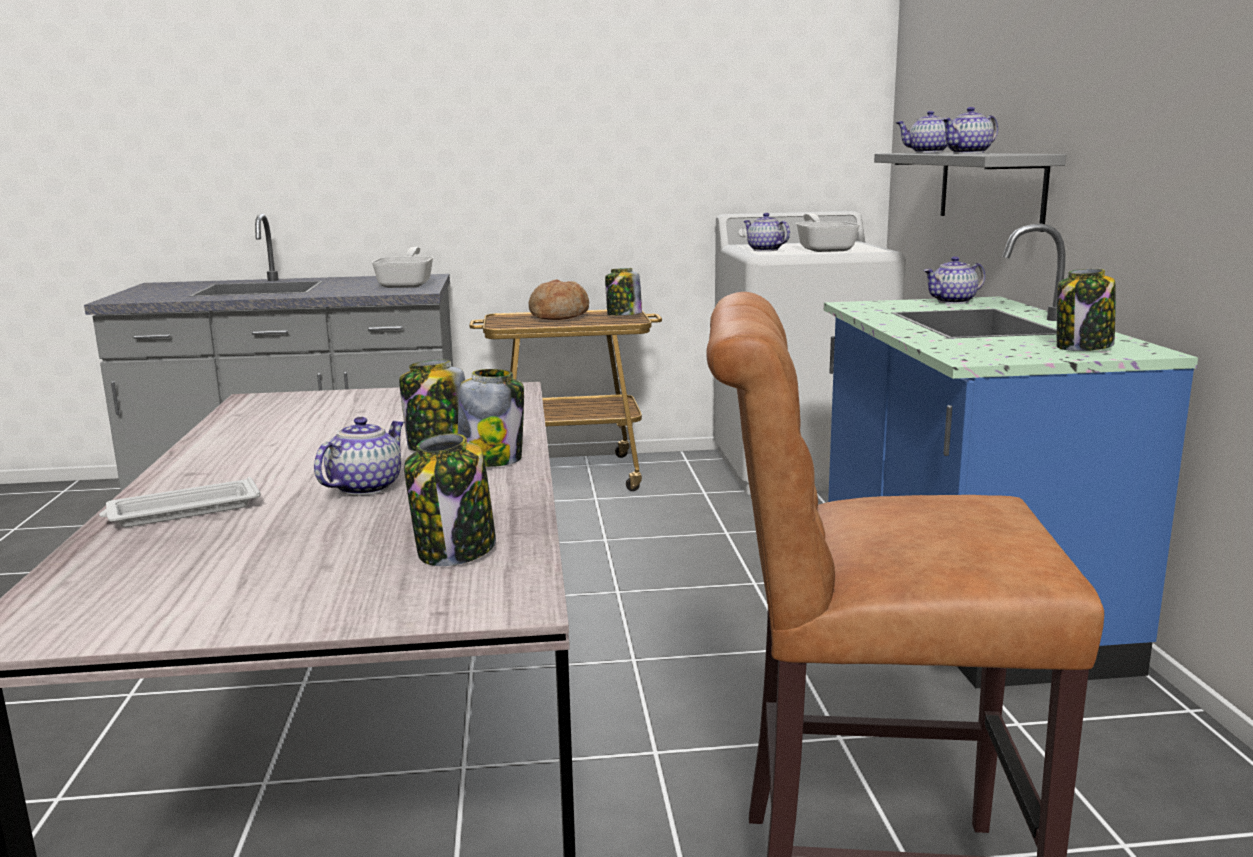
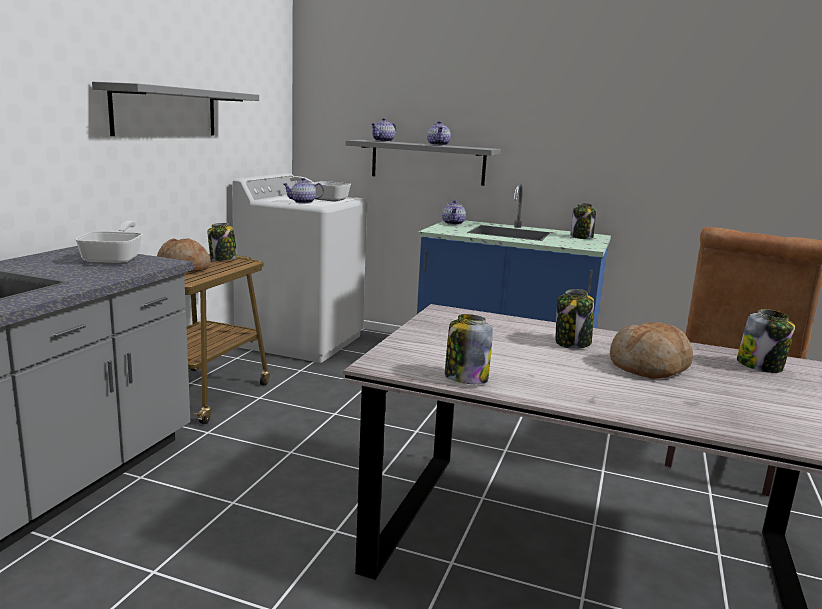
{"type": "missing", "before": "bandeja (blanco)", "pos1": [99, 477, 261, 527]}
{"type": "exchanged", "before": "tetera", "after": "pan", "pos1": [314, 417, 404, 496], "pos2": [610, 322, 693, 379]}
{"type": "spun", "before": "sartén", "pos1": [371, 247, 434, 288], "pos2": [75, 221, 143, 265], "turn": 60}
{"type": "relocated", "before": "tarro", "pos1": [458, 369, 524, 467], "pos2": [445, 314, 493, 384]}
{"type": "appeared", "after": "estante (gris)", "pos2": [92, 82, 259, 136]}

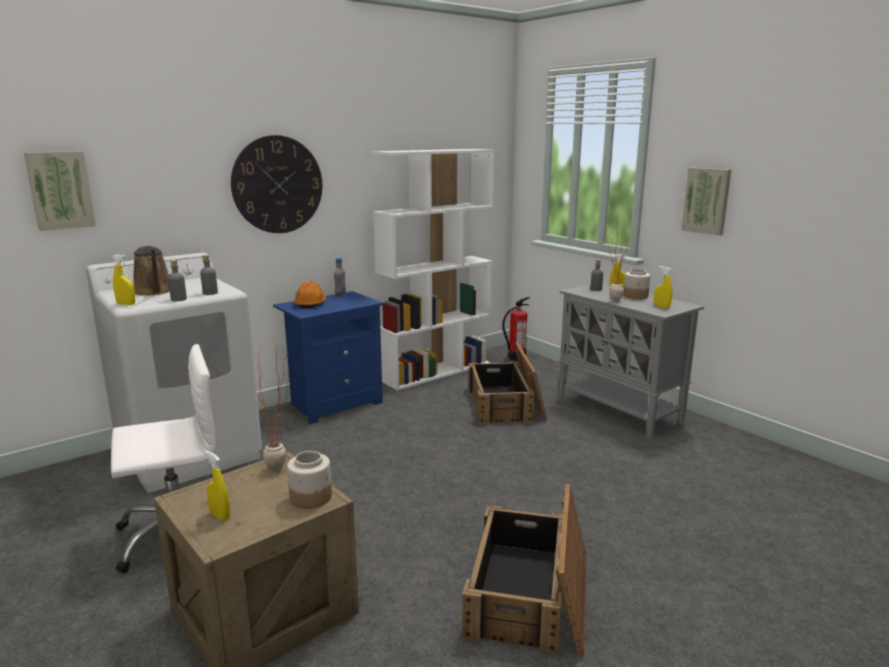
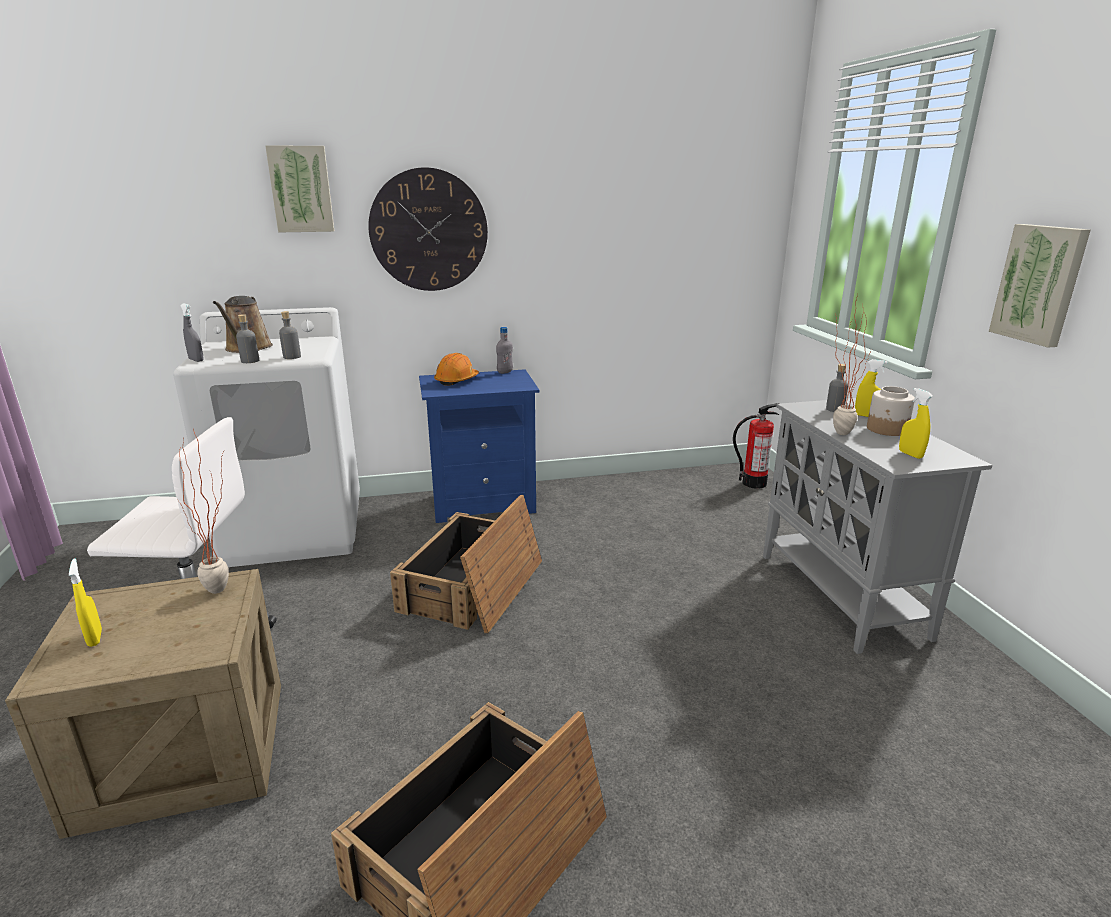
{"type": "relocated", "before": "cuadro", "pos1": [24, 151, 96, 231], "pos2": [265, 145, 334, 233]}
{"type": "colour", "before": "pulverizador (amarillo)", "after": "pulverizador (gris)", "pos1": [112, 255, 135, 305], "pos2": [181, 303, 204, 362]}
{"type": "missing", "before": "tarro", "pos1": [287, 451, 332, 509]}
{"type": "missing", "before": "estantería (blanco)", "pos1": [371, 149, 495, 391]}
{"type": "relocated", "before": "caja de embalaje", "pos1": [468, 342, 547, 424], "pos2": [390, 495, 542, 633]}

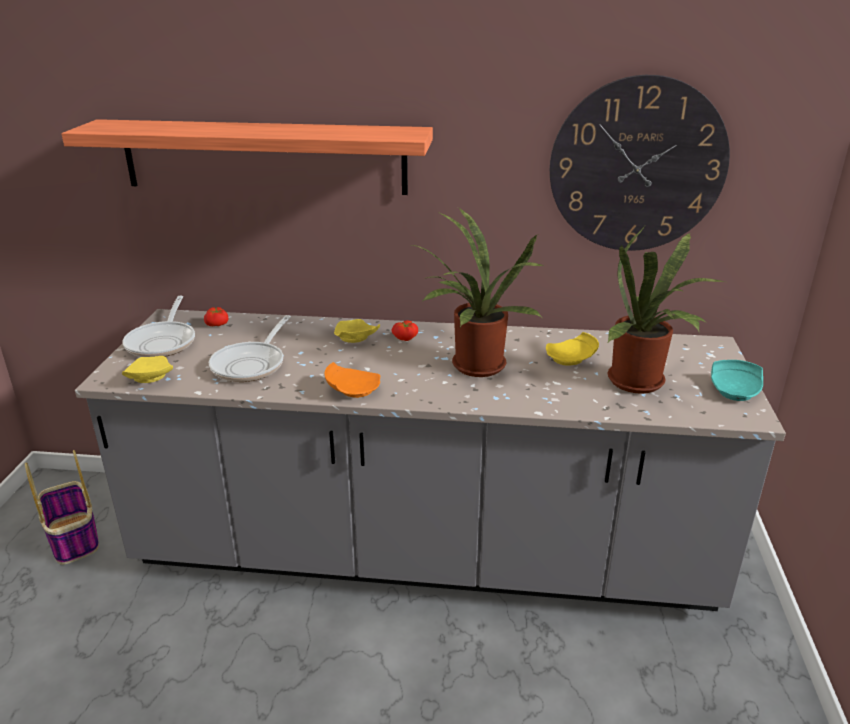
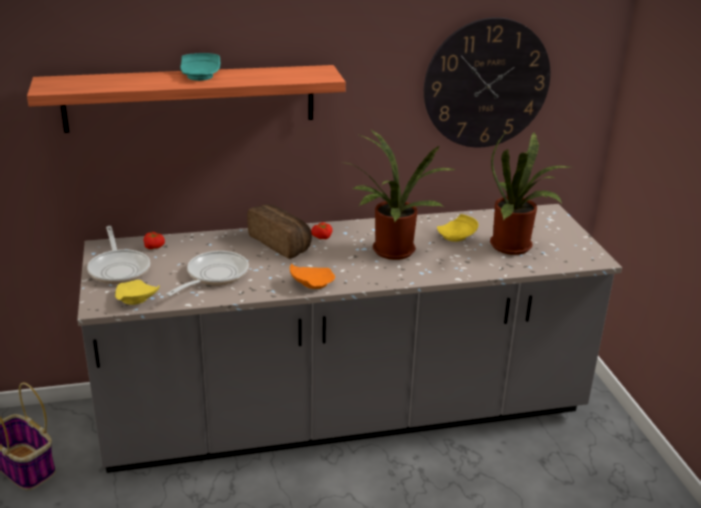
{"type": "spun", "before": "sartén", "pos1": [209, 315, 291, 382], "pos2": [166, 251, 249, 296], "turn": -150}
{"type": "exchanged", "before": "plato (amarillo)", "after": "pan", "pos1": [334, 319, 380, 343], "pos2": [247, 204, 312, 259]}
{"type": "relocated", "before": "plato (turquesa)", "pos1": [711, 360, 763, 401], "pos2": [180, 53, 220, 81]}

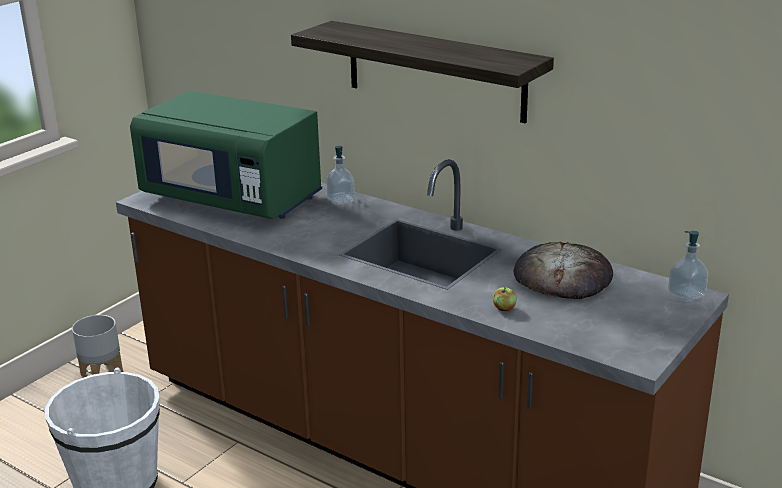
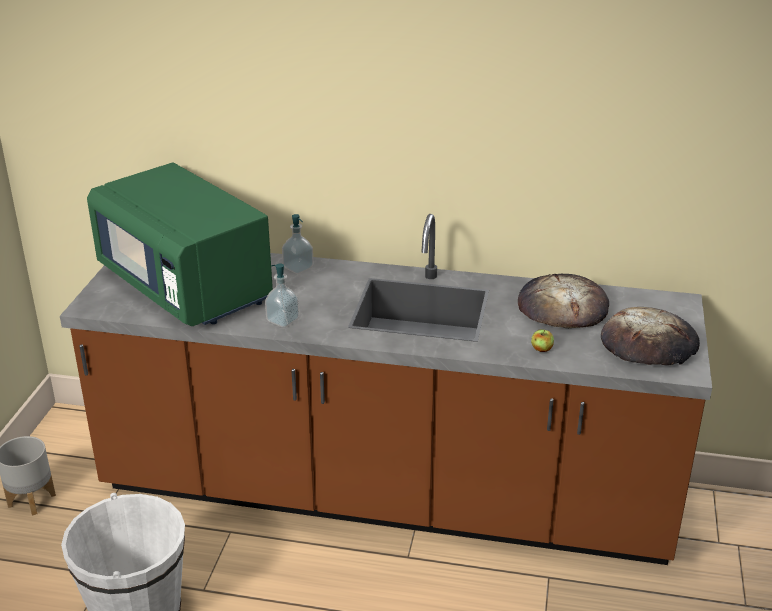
{"type": "spun", "before": "microondas (verde)", "pos1": [130, 91, 322, 219], "pos2": [87, 163, 273, 326], "turn": 45}
{"type": "missing", "before": "estante", "pos1": [291, 21, 554, 124]}
{"type": "relocated", "before": "dispensador de jabón", "pos1": [668, 231, 709, 302], "pos2": [265, 264, 300, 328]}
{"type": "appeared", "after": "pan", "pos2": [601, 307, 700, 365]}

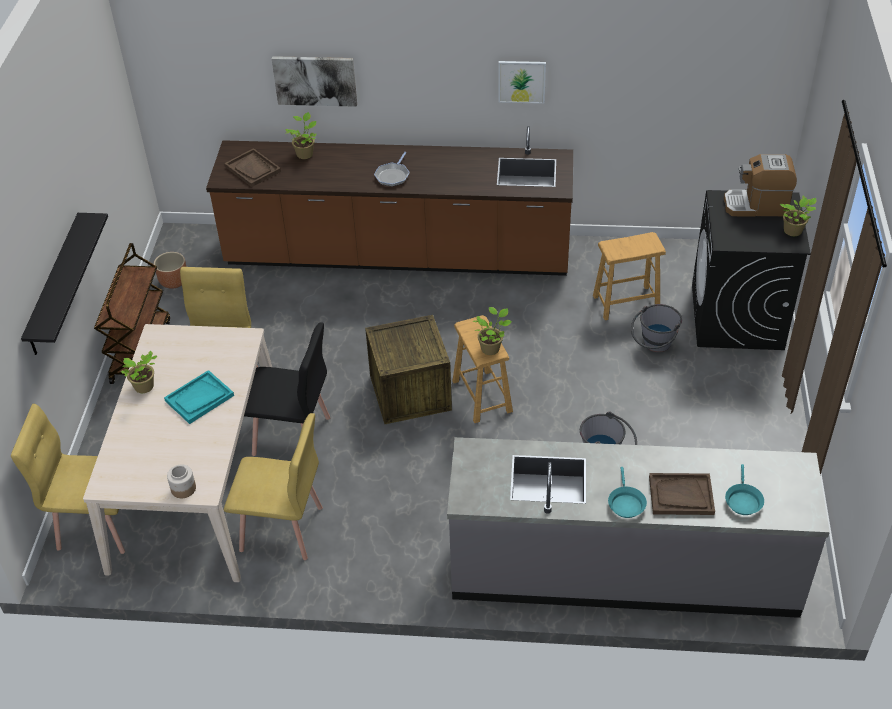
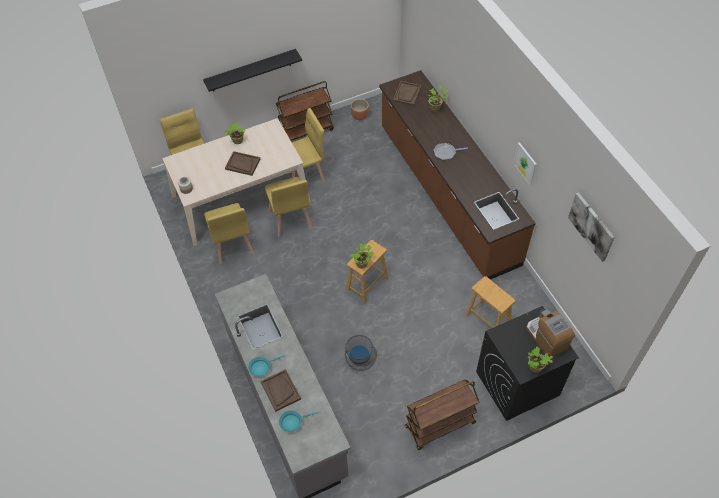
{"type": "colour", "before": "bandeja (turquesa)", "after": "bandeja (marrón)", "pos1": [164, 370, 234, 424], "pos2": [225, 151, 260, 176]}
{"type": "colour", "before": "silla (negro)", "after": "silla (amarillo)", "pos1": [244, 322, 330, 456], "pos2": [264, 177, 312, 236]}
{"type": "relocated", "before": "cuadro", "pos1": [272, 56, 357, 107], "pos2": [568, 192, 615, 262]}
{"type": "missing", "before": "caja de embalaje", "pos1": [365, 315, 452, 424]}
{"type": "missing", "before": "cubo (gris)", "pos1": [631, 304, 682, 352]}
{"type": "appeared", "after": "carrito (marrón)", "pos2": [405, 379, 479, 450]}

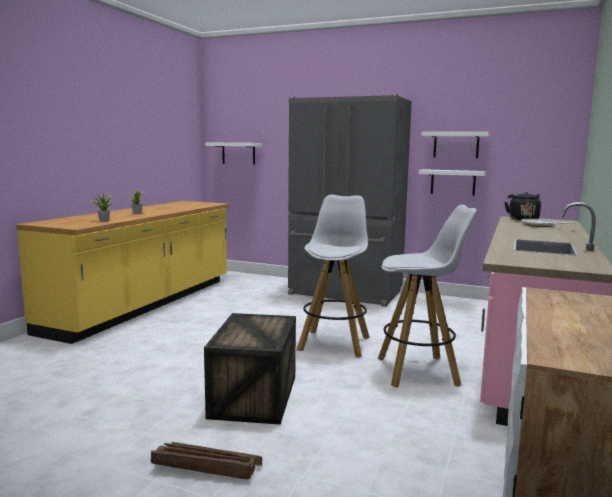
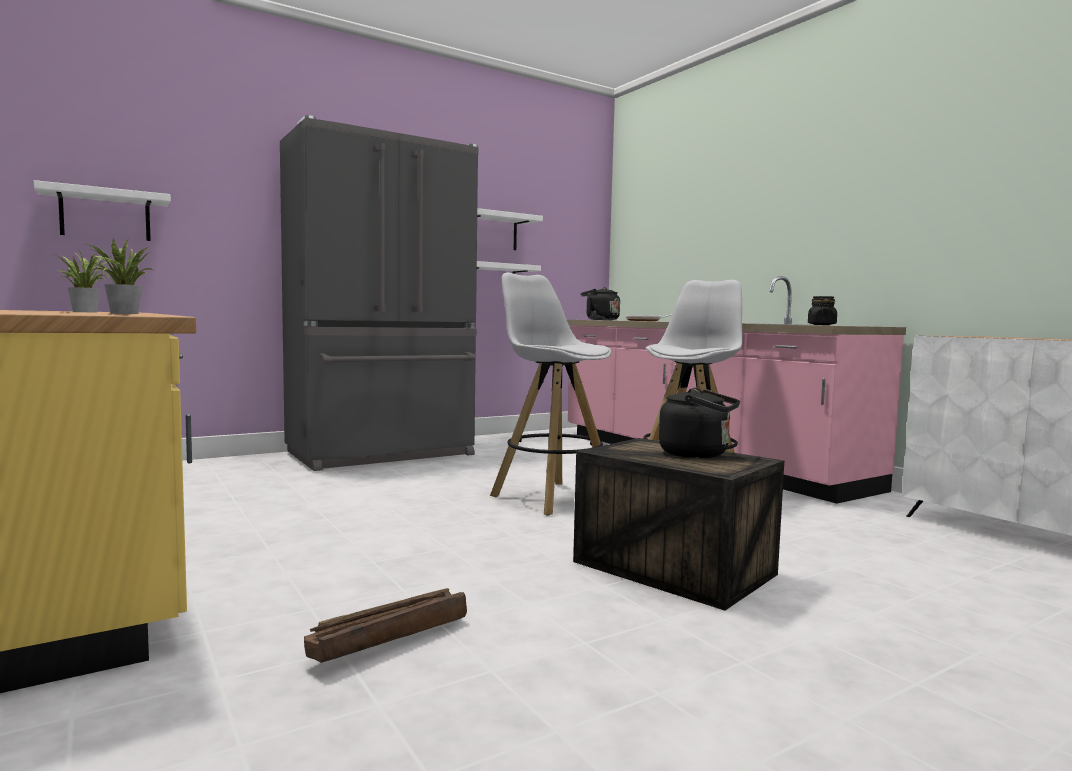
{"type": "relocated", "before": "caja de embalaje", "pos1": [151, 442, 262, 480], "pos2": [304, 588, 467, 663]}
{"type": "appeared", "after": "hervidor (negro)", "pos2": [659, 388, 740, 458]}
{"type": "appeared", "after": "tarro (negro)", "pos2": [808, 296, 837, 325]}

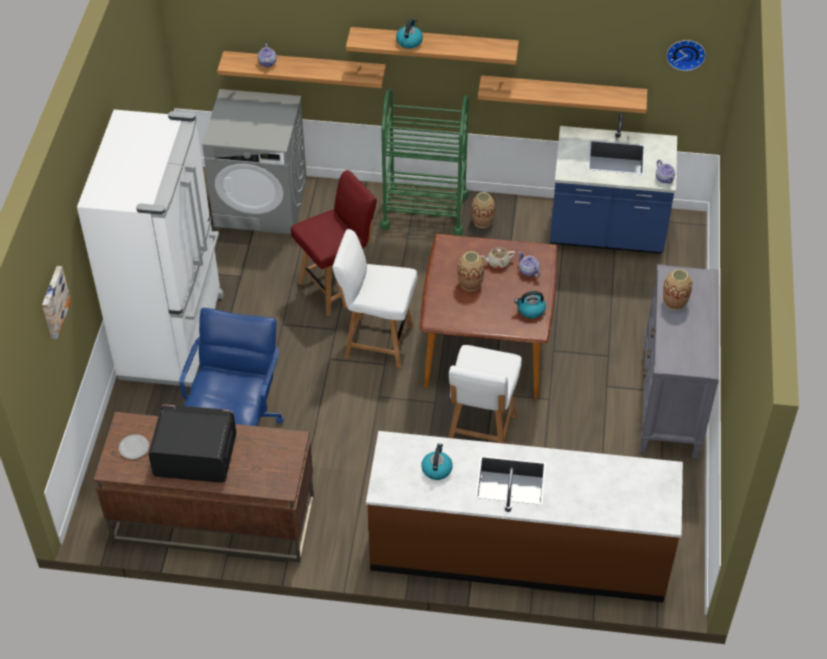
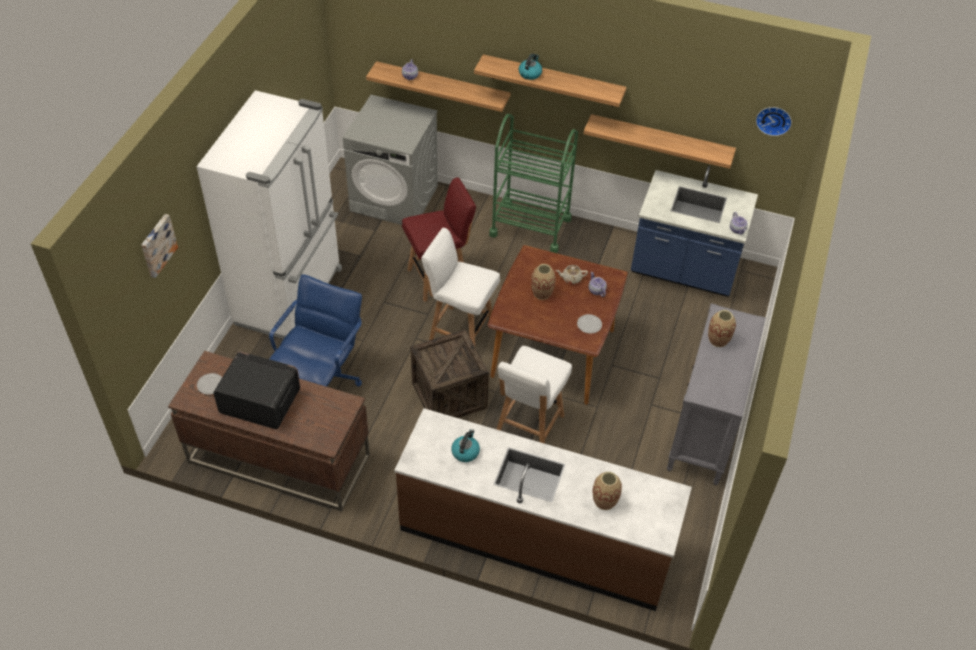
{"type": "relocated", "before": "florero", "pos1": [471, 192, 495, 228], "pos2": [592, 472, 622, 510]}
{"type": "exchanged", "before": "hervidor", "after": "plato", "pos1": [514, 291, 546, 318], "pos2": [577, 314, 602, 334]}
{"type": "appeared", "after": "caja de embalaje", "pos2": [410, 329, 489, 418]}

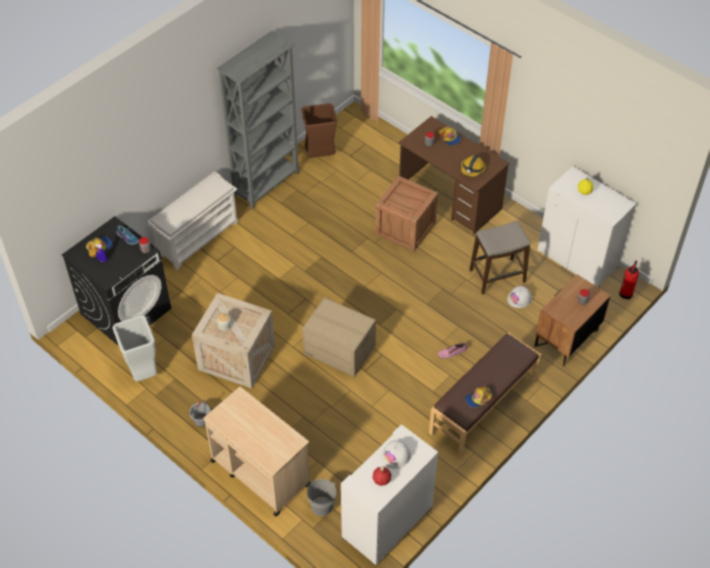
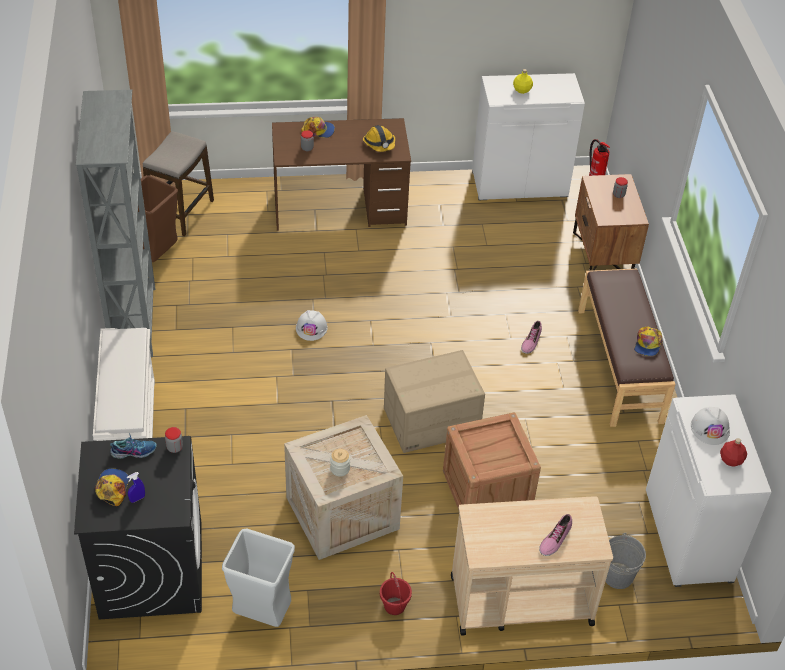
{"type": "colour", "before": "cubo (gris)", "after": "cubo (rojo)", "pos1": [189, 400, 211, 427], "pos2": [380, 572, 412, 615]}
{"type": "relocated", "before": "caja de embalaje", "pos1": [375, 176, 438, 251], "pos2": [443, 412, 541, 508]}
{"type": "relocated", "before": "taburete", "pos1": [469, 221, 530, 294], "pos2": [143, 131, 214, 236]}
{"type": "relocated", "before": "casco (blanco)", "pos1": [507, 286, 532, 308], "pos2": [296, 310, 328, 341]}
{"type": "appeared", "after": "zapato", "pos2": [539, 514, 572, 556]}

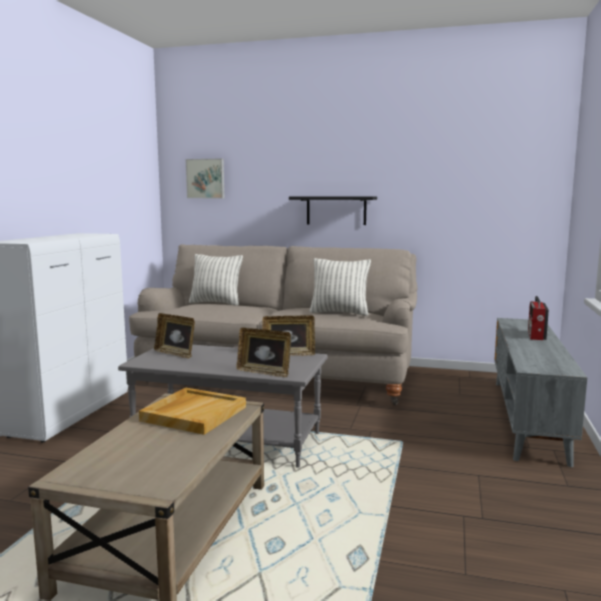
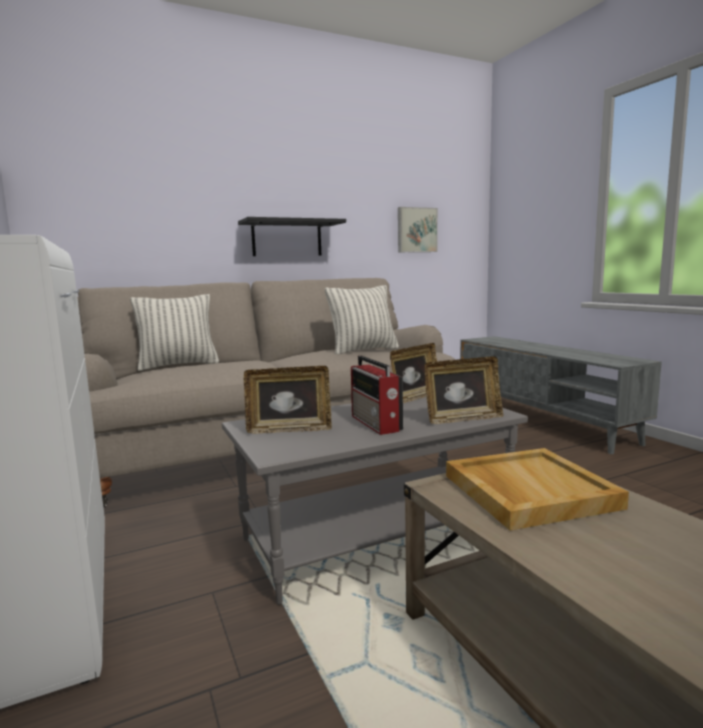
{"type": "relocated", "before": "cuadro", "pos1": [186, 158, 224, 198], "pos2": [398, 207, 438, 252]}
{"type": "relocated", "before": "radio", "pos1": [528, 296, 549, 340], "pos2": [351, 356, 403, 435]}

